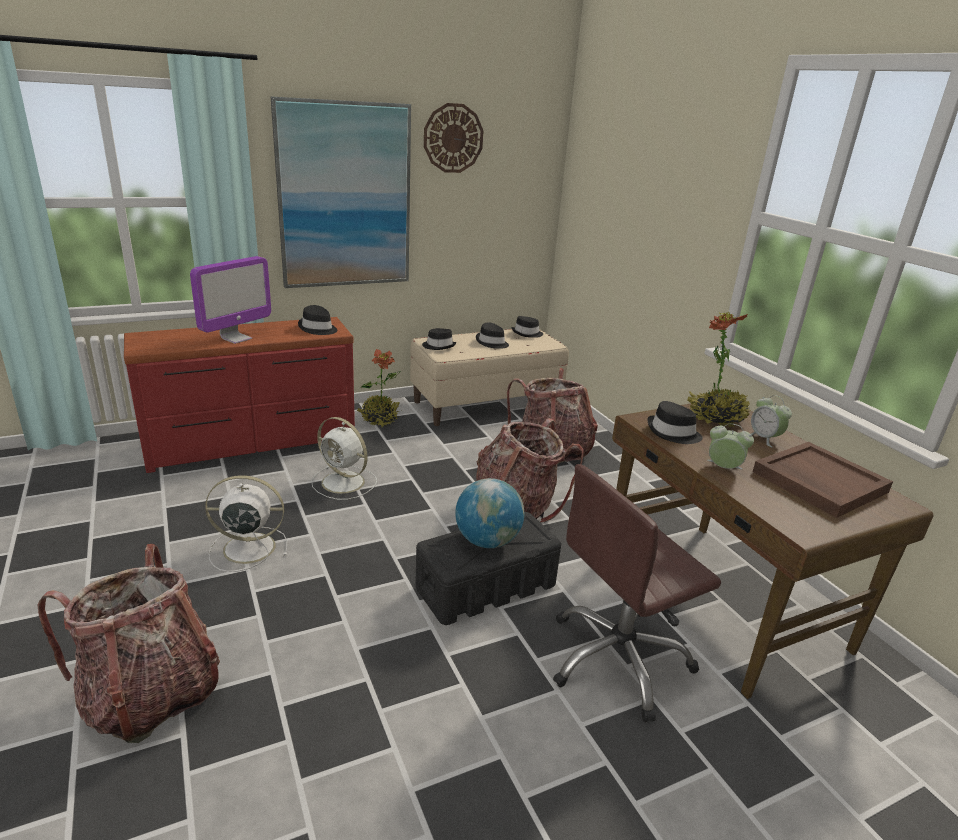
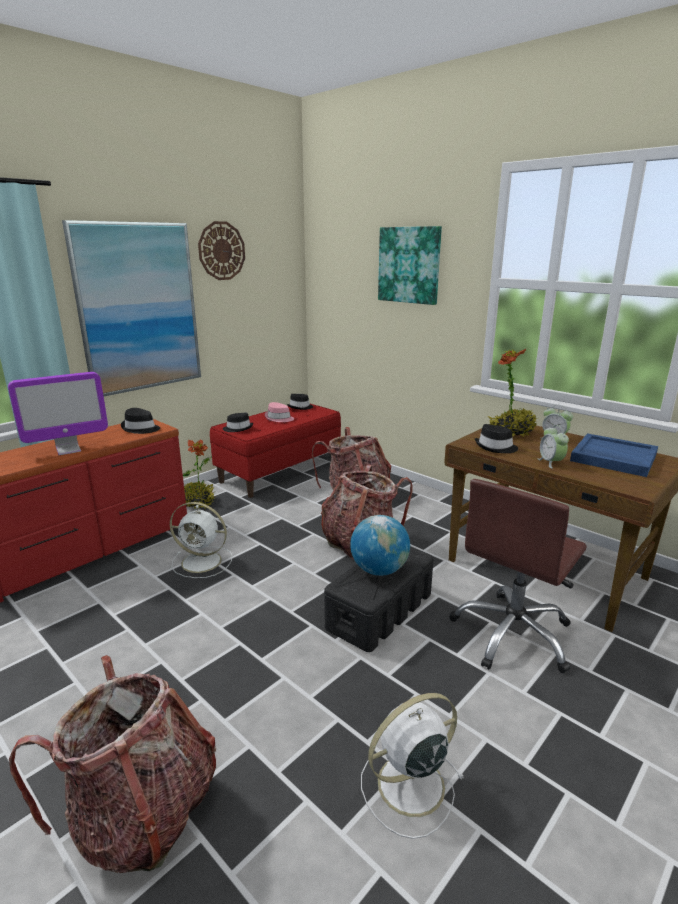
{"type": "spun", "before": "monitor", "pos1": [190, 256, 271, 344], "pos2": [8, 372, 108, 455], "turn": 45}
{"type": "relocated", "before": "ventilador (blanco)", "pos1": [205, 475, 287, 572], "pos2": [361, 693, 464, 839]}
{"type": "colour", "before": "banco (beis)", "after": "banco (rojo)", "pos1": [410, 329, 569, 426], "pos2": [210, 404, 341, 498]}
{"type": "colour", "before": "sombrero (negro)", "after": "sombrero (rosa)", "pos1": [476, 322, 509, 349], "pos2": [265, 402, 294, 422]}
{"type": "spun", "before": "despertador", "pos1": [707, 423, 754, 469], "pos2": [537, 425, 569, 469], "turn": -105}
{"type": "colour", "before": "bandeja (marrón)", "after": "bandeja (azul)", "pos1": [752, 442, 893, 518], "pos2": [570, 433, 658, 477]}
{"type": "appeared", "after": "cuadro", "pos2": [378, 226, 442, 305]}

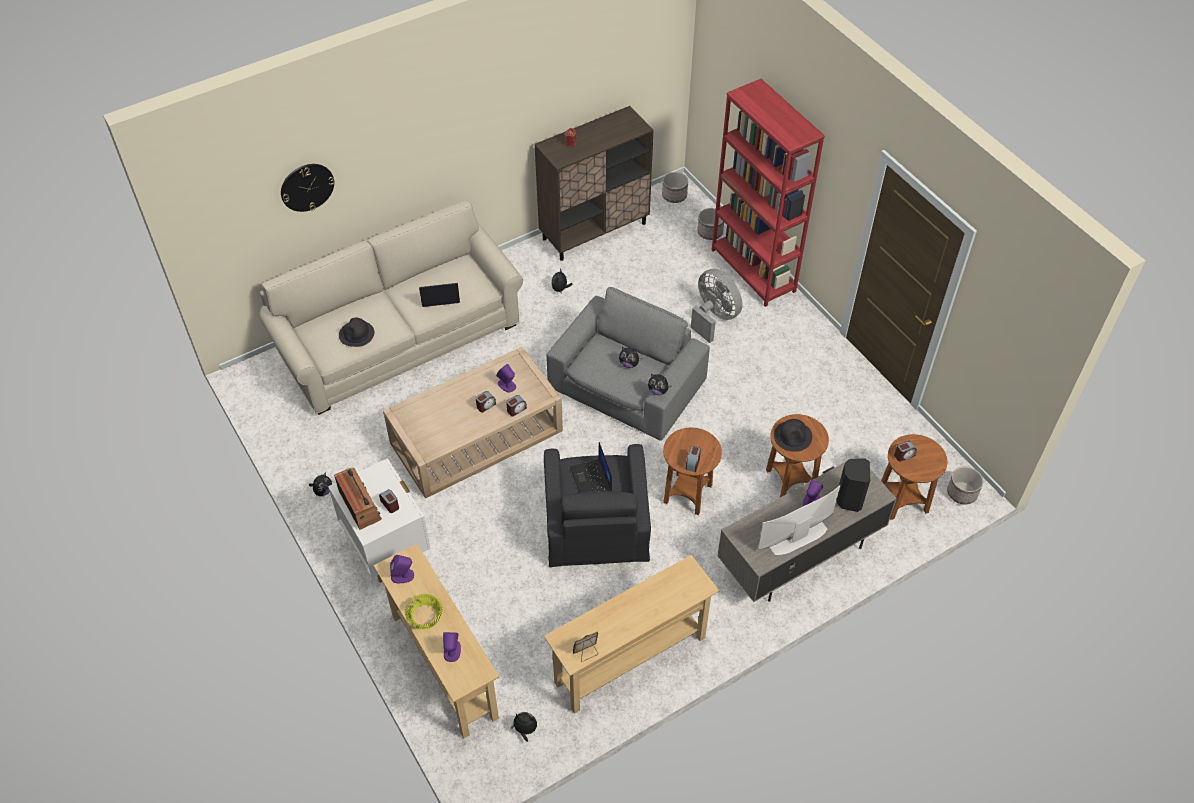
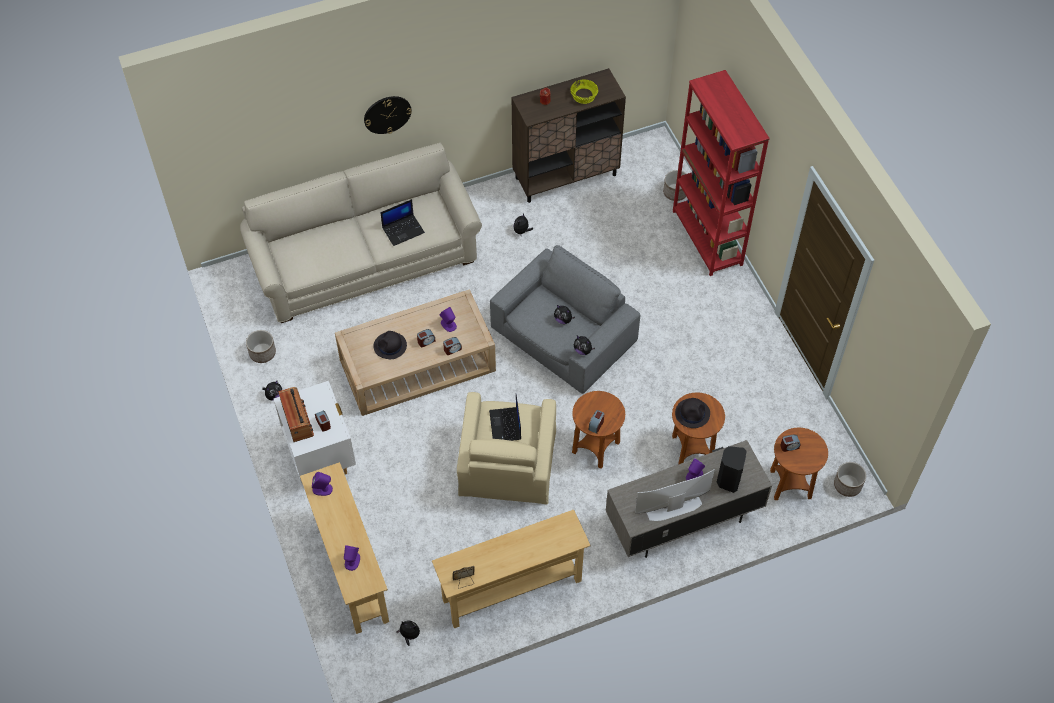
{"type": "relocated", "before": "reloj de pared", "pos1": [281, 164, 335, 212], "pos2": [364, 96, 412, 134]}
{"type": "relocated", "before": "sombrero (negro)", "pos1": [339, 318, 374, 347], "pos2": [373, 331, 407, 359]}
{"type": "relocated", "before": "cuenco (amarillo)", "pos1": [405, 594, 443, 630], "pos2": [570, 79, 598, 104]}
{"type": "spun", "before": "portátil", "pos1": [419, 283, 460, 307], "pos2": [380, 199, 425, 246], "turn": 150}
{"type": "colour", "before": "sillón (negro)", "after": "sillón (beis)", "pos1": [544, 444, 651, 567], "pos2": [457, 392, 556, 505]}
{"type": "relocated", "before": "maceta", "pos1": [662, 172, 688, 203], "pos2": [246, 330, 276, 363]}
{"type": "missing", "before": "ventilador (gris)", "pos1": [691, 268, 742, 343]}

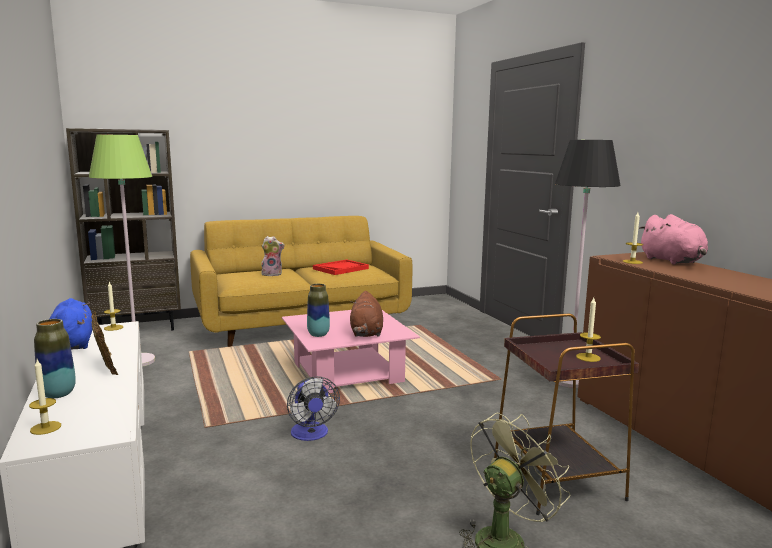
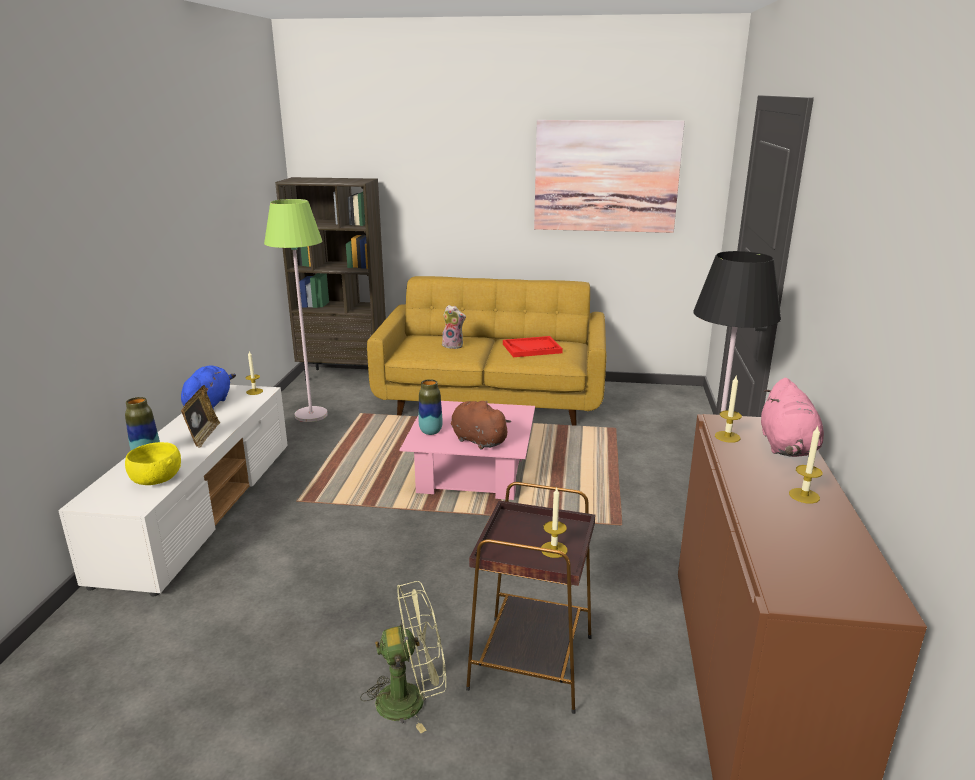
{"type": "relocated", "before": "vela", "pos1": [29, 360, 61, 435], "pos2": [789, 427, 823, 504]}
{"type": "missing", "before": "ventilador", "pos1": [287, 376, 340, 441]}
{"type": "spun", "before": "peluche (marrón)", "pos1": [350, 291, 383, 337], "pos2": [451, 401, 512, 450], "turn": 105}
{"type": "appeared", "after": "cuenco (amarillo)", "pos2": [125, 442, 181, 485]}
{"type": "appeared", "after": "cuadro", "pos2": [534, 120, 685, 233]}

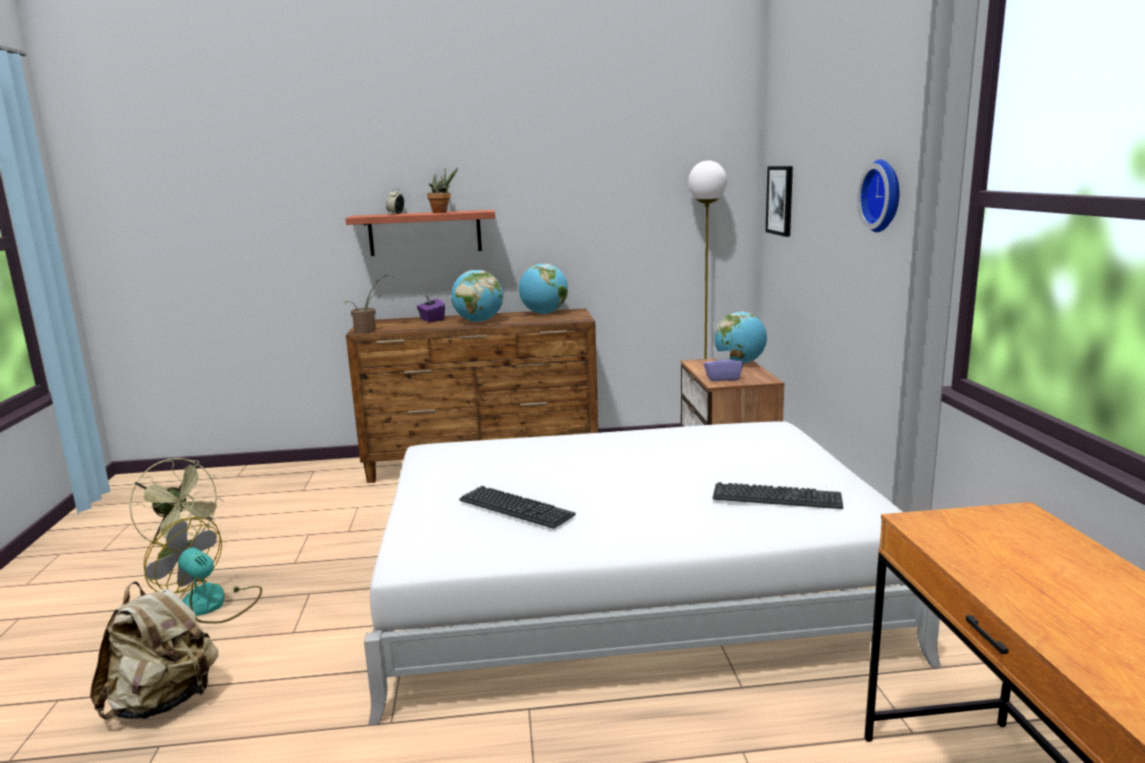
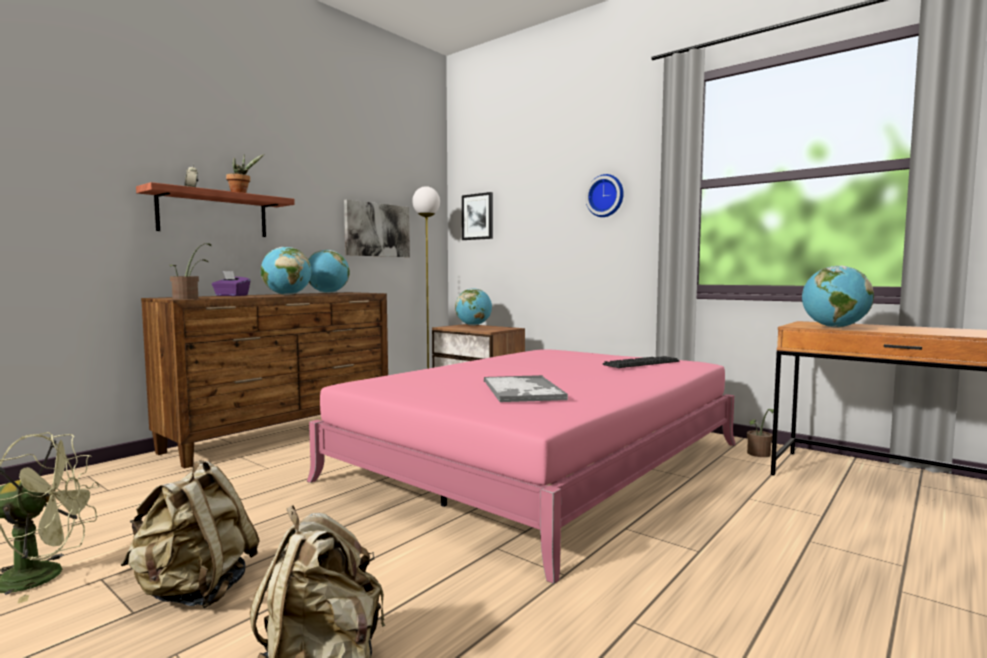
{"type": "exchanged", "before": "ventilador", "after": "mochila (beis)", "pos1": [143, 517, 262, 624], "pos2": [120, 460, 260, 608]}
{"type": "colour", "before": "cama (blanco)", "after": "cama (rosa)", "pos1": [364, 421, 941, 725], "pos2": [307, 349, 736, 584]}
{"type": "exchanged", "before": "teclado", "after": "bandeja", "pos1": [459, 486, 576, 529], "pos2": [484, 375, 568, 402]}
{"type": "missing", "before": "caja de pañuelos (morado)", "pos1": [704, 351, 743, 381]}
{"type": "appeared", "after": "cuadro", "pos2": [344, 199, 410, 257]}
{"type": "appeared", "after": "planta en maceta", "pos2": [747, 409, 774, 457]}
{"type": "appeared", "after": "globo terráqueo", "pos2": [802, 266, 874, 328]}

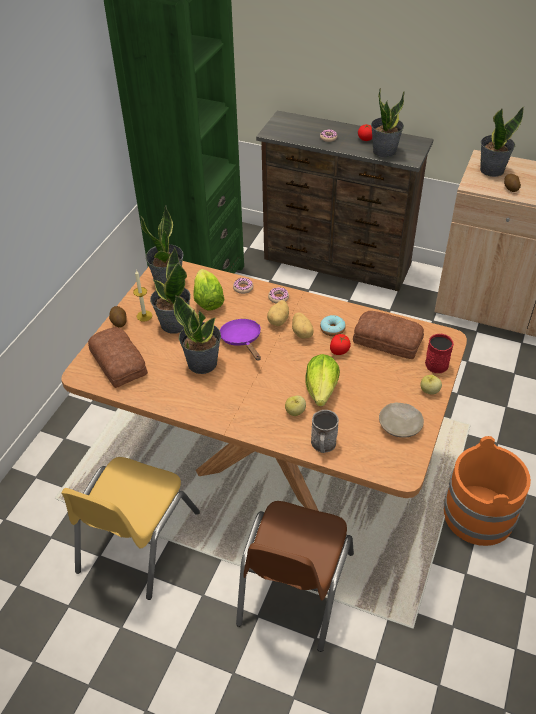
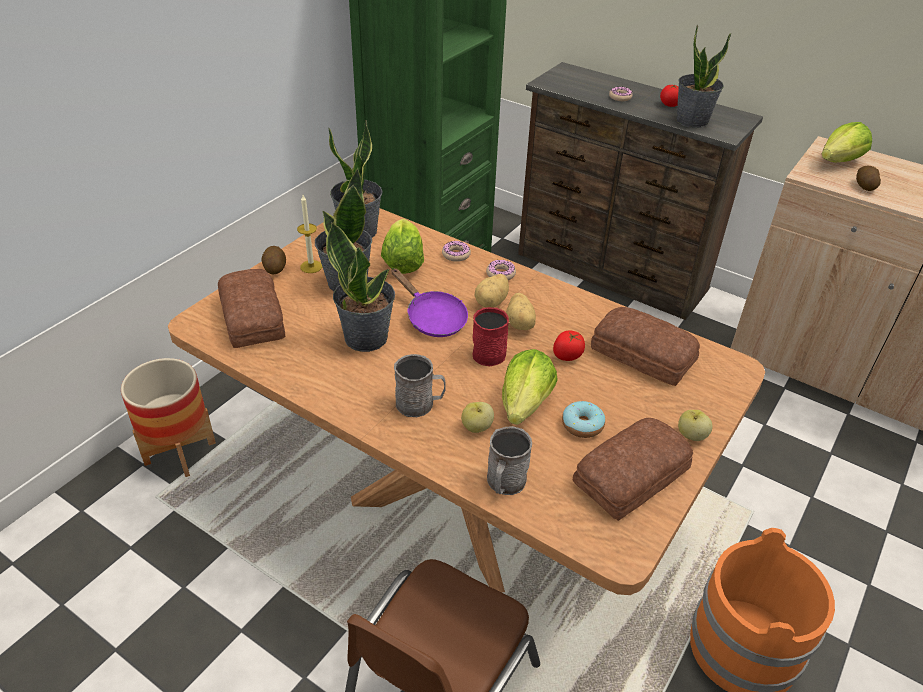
{"type": "missing", "before": "silla (amarillo)", "pos1": [61, 457, 200, 600]}
{"type": "spun", "before": "sartén (morado)", "pos1": [220, 319, 261, 361], "pos2": [391, 268, 468, 337], "turn": 150}
{"type": "relocated", "before": "rosquilla", "pos1": [320, 315, 346, 336], "pos2": [562, 401, 605, 438]}
{"type": "exchanged", "before": "plato (beis)", "after": "pan", "pos1": [379, 403, 424, 438], "pos2": [573, 418, 693, 521]}
{"type": "relocated", "before": "taza grande (rojo)", "pos1": [425, 334, 454, 373], "pos2": [473, 307, 509, 366]}
{"type": "exchanged", "before": "planta en maceta", "after": "lechuga", "pos1": [480, 107, 524, 177], "pos2": [822, 122, 872, 163]}
{"type": "appeared", "after": "maceta", "pos2": [121, 358, 216, 477]}
{"type": "appeared", "after": "taza grande (gris)", "pos2": [394, 354, 446, 417]}

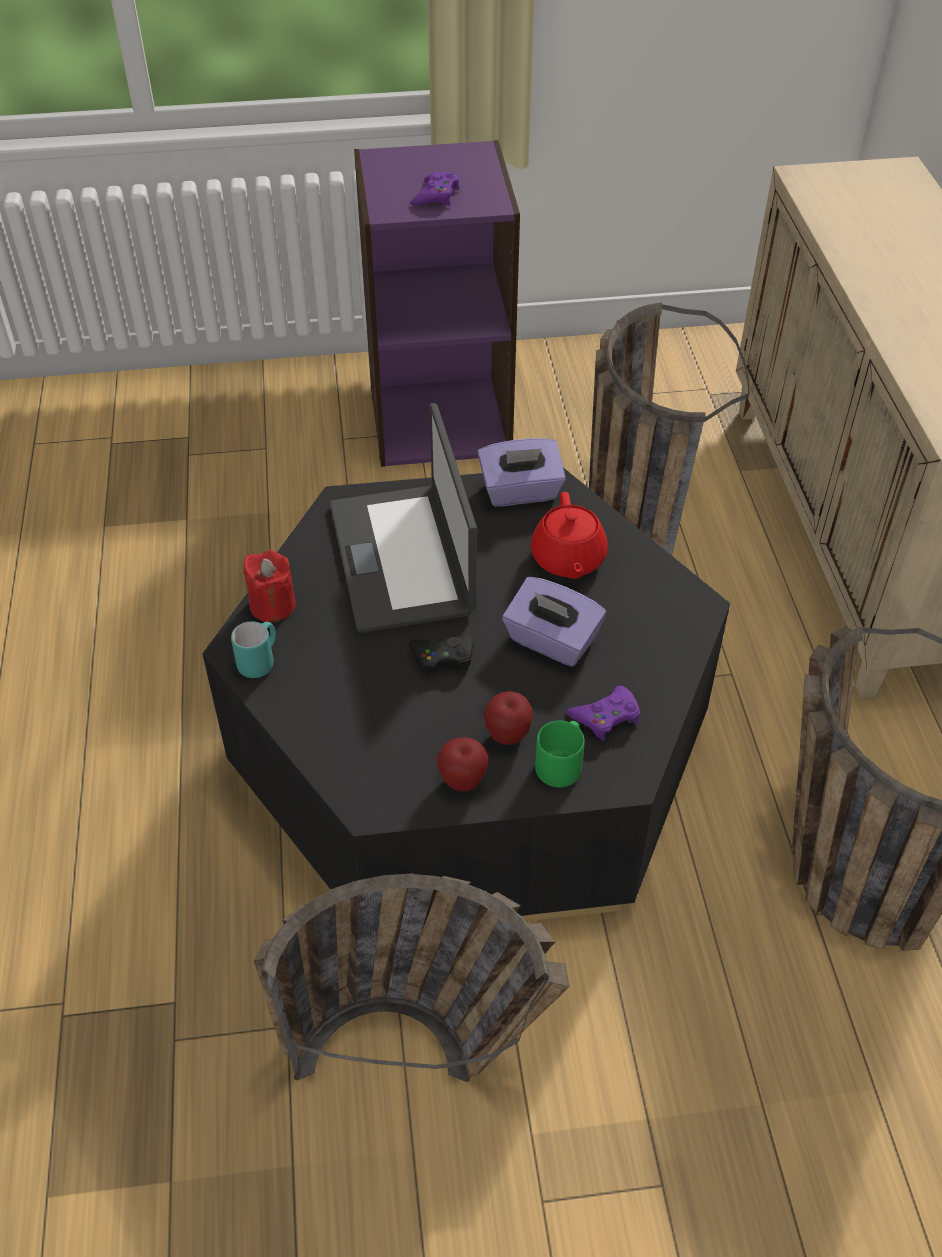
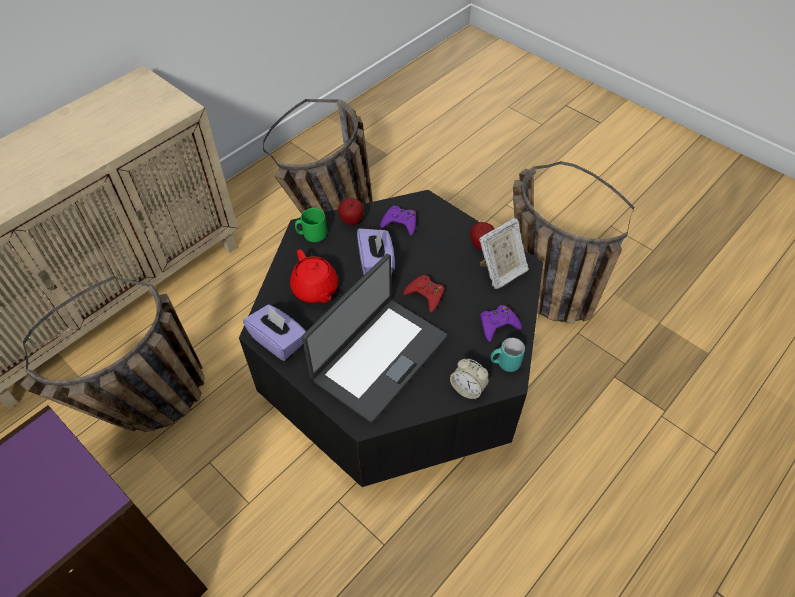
{"type": "exchanged", "before": "vela (rojo)", "after": "despertador", "pos1": [243, 550, 296, 622], "pos2": [450, 359, 489, 400]}
{"type": "colour", "before": "mando de consola (negro)", "after": "mando de consola (rojo)", "pos1": [409, 633, 474, 676], "pos2": [403, 275, 444, 313]}
{"type": "relocated", "before": "mando de consola (morado)", "pos1": [410, 171, 460, 206], "pos2": [480, 305, 522, 342]}
{"type": "relocated", "before": "manzana", "pos1": [484, 691, 533, 745], "pos2": [338, 198, 364, 225]}
{"type": "spun", "before": "tetera (rojo)", "pos1": [531, 492, 608, 579], "pos2": [290, 249, 338, 303], "turn": 105}
{"type": "relocated", "before": "taza grande (verde)", "pos1": [535, 721, 585, 787], "pos2": [295, 208, 327, 242]}
{"type": "appeared", "after": "portarretratos", "pos2": [479, 218, 529, 289]}

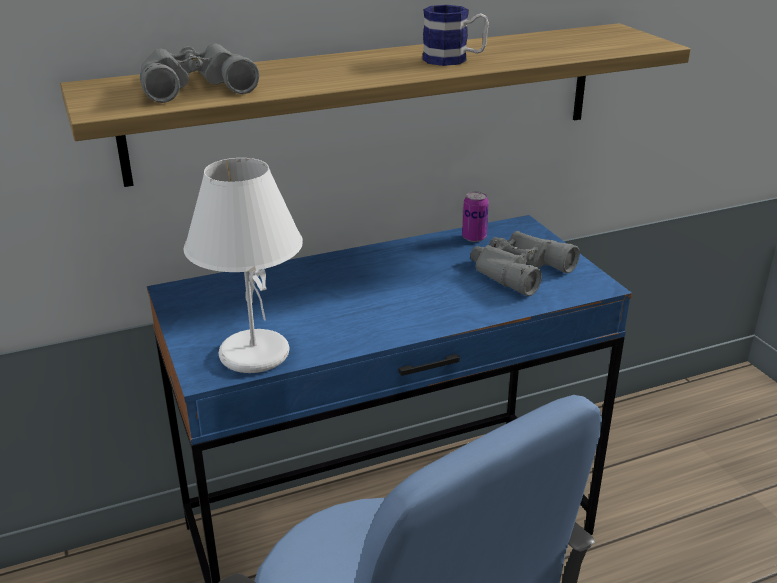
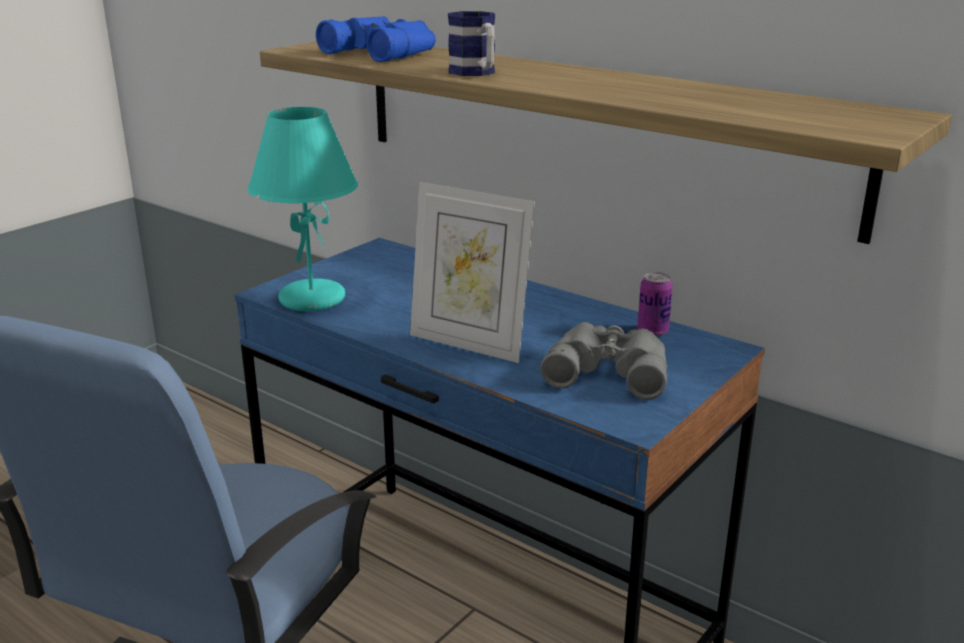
{"type": "colour", "before": "prismáticos (gris)", "after": "prismáticos (azul)", "pos1": [140, 43, 259, 103], "pos2": [316, 16, 436, 62]}
{"type": "colour", "before": "lámpara de mesa (blanco)", "after": "lámpara de mesa (turquesa)", "pos1": [184, 158, 303, 373], "pos2": [248, 107, 358, 311]}
{"type": "relocated", "before": "taza grande", "pos1": [422, 5, 489, 66], "pos2": [448, 11, 495, 76]}
{"type": "appeared", "after": "portarretratos", "pos2": [410, 182, 535, 363]}

